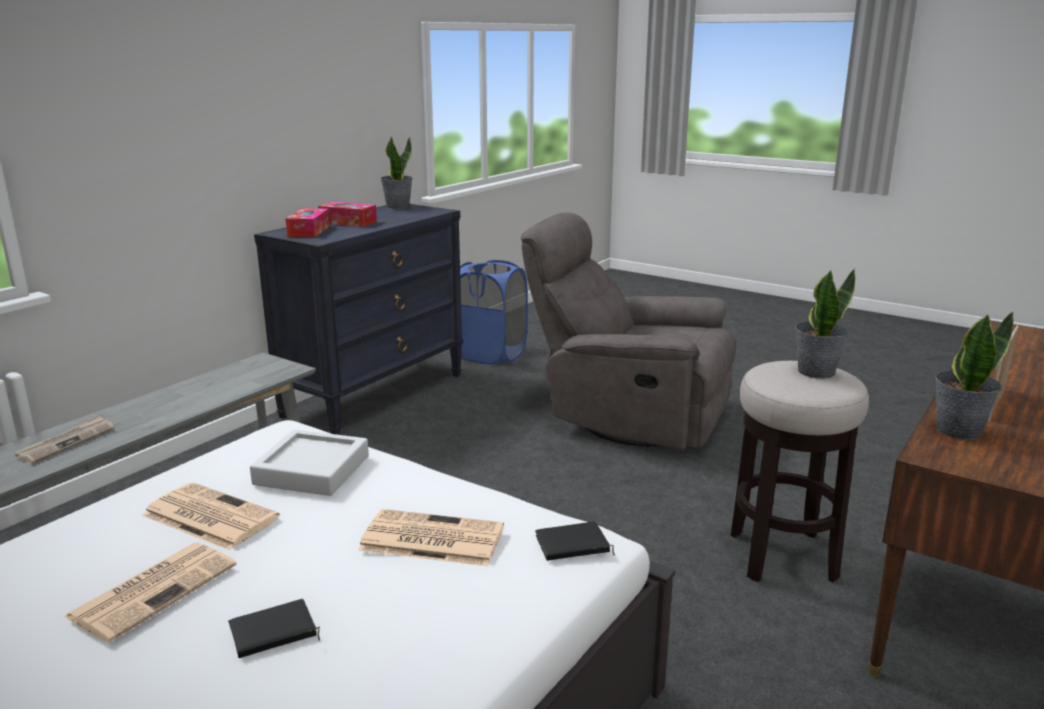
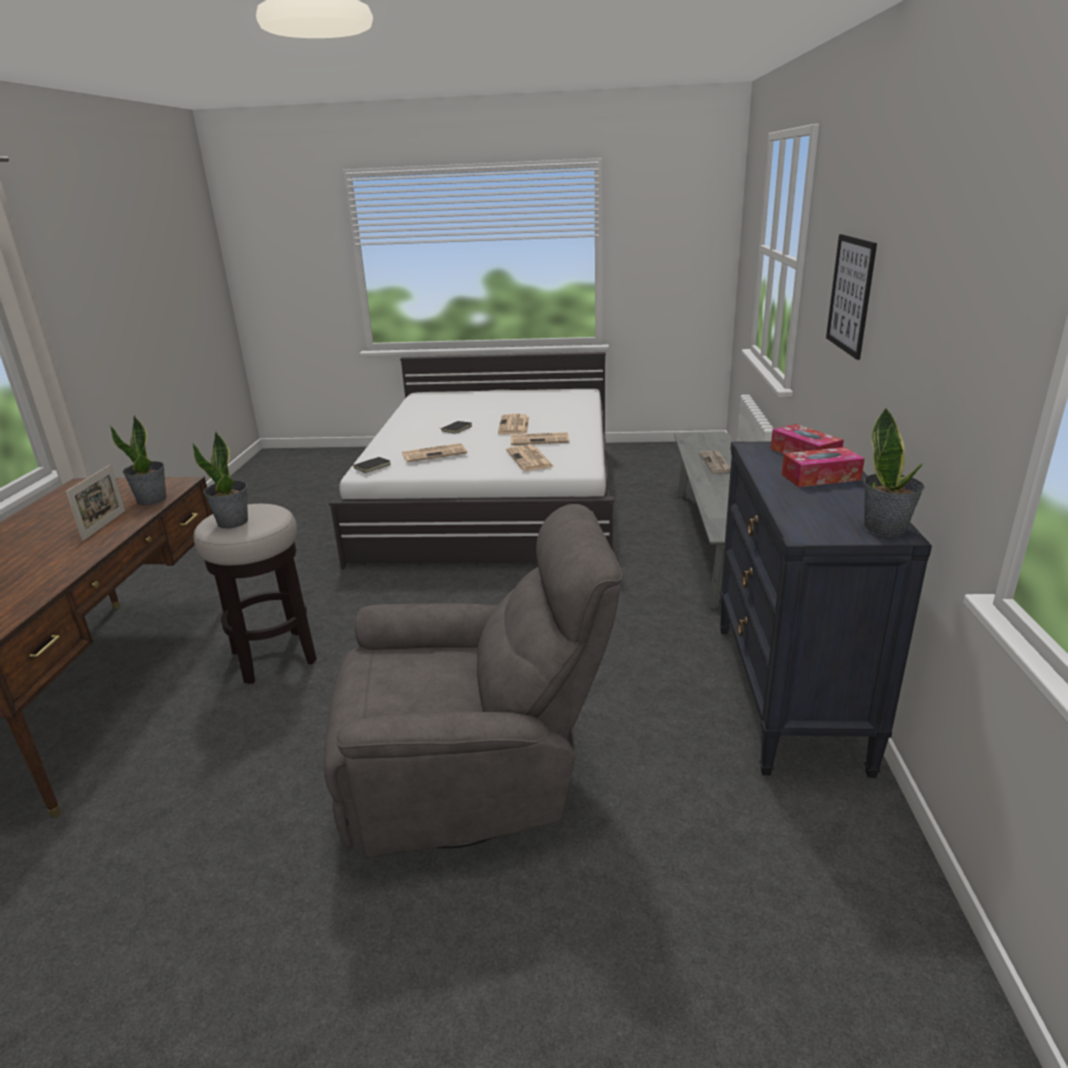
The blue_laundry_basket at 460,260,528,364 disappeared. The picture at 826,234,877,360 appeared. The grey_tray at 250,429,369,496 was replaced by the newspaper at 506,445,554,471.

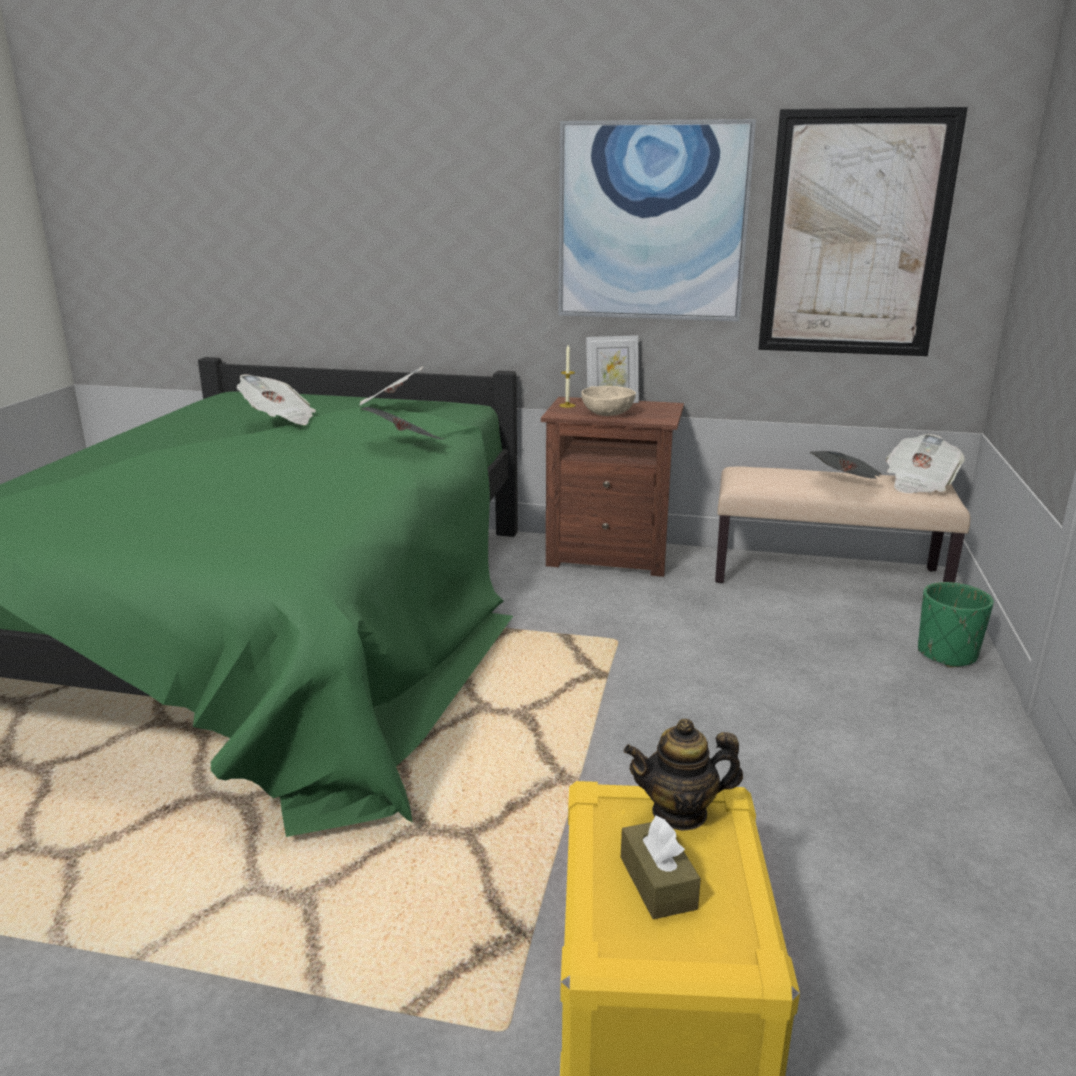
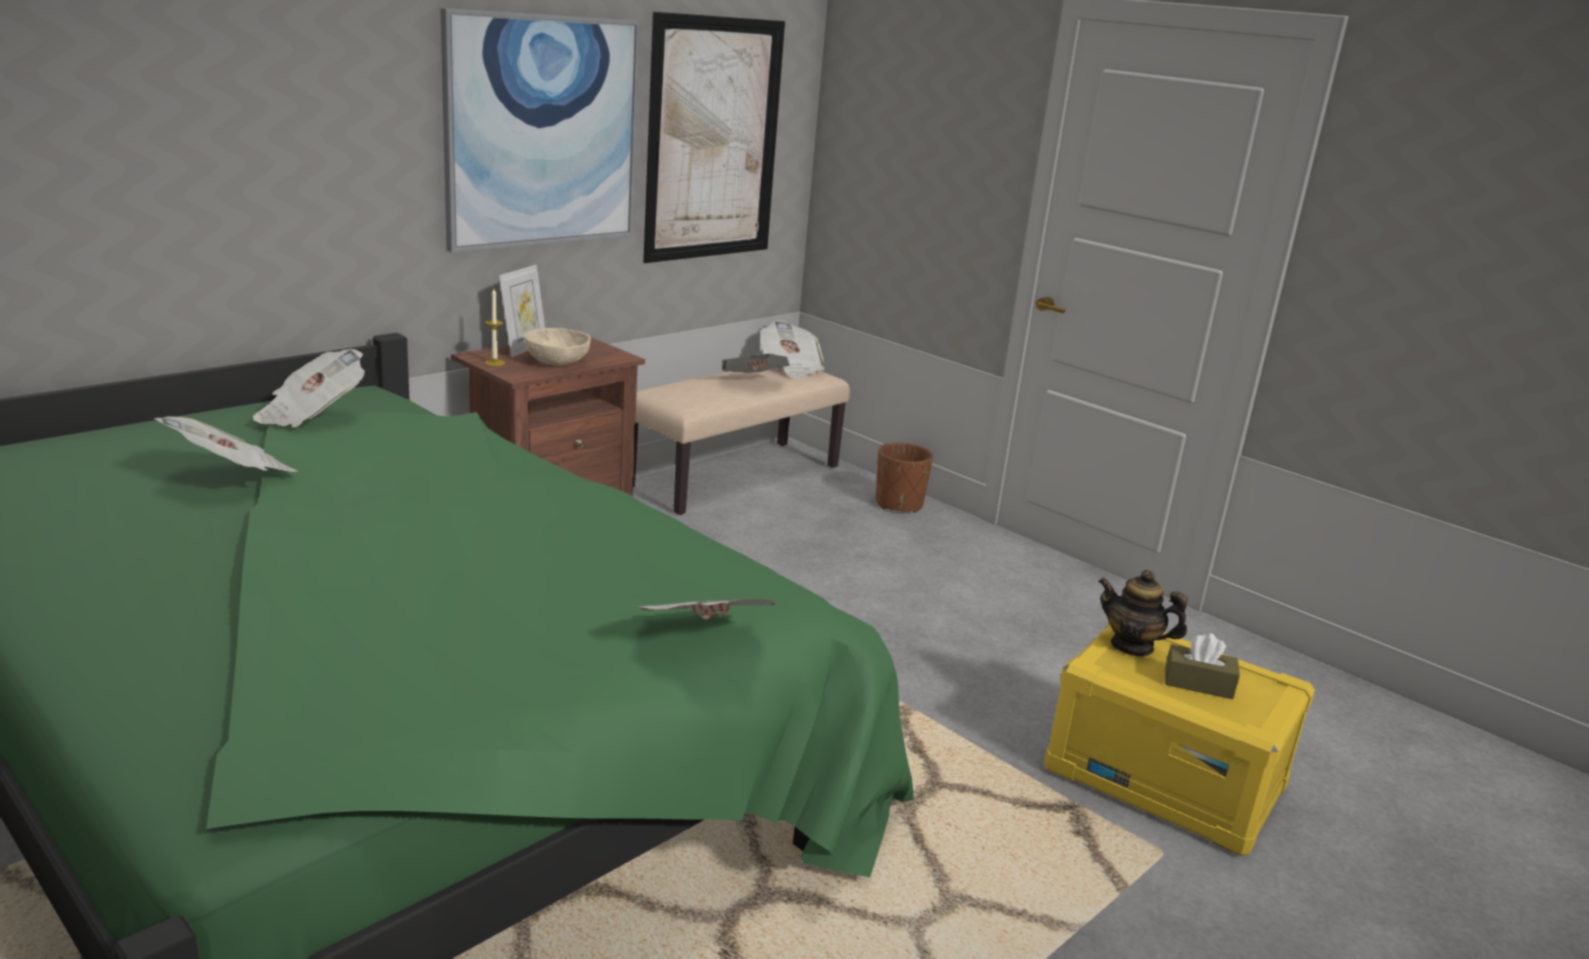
The newspaper moved from 360,407,443,439 to 639,599,776,620. The green_planter at 918,582,994,667 became the brown_planter at 876,442,933,513. The teapot at 624,719,743,831 turned 90 degrees clockwise.

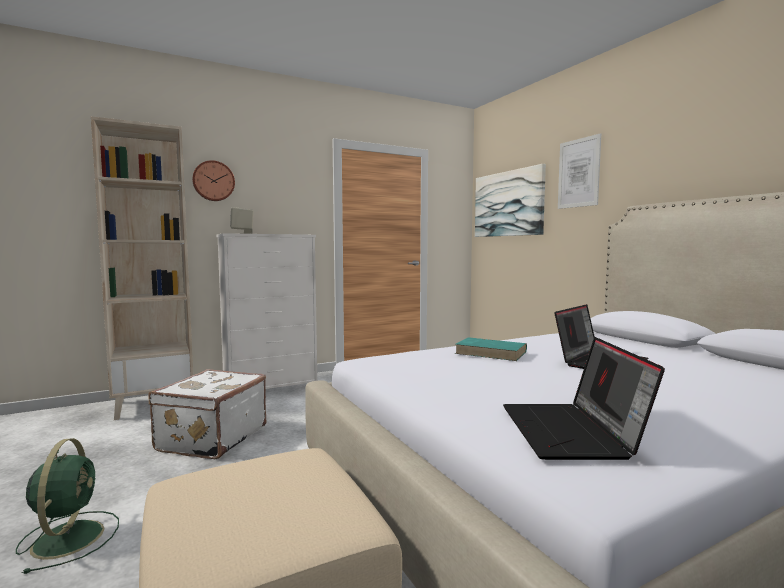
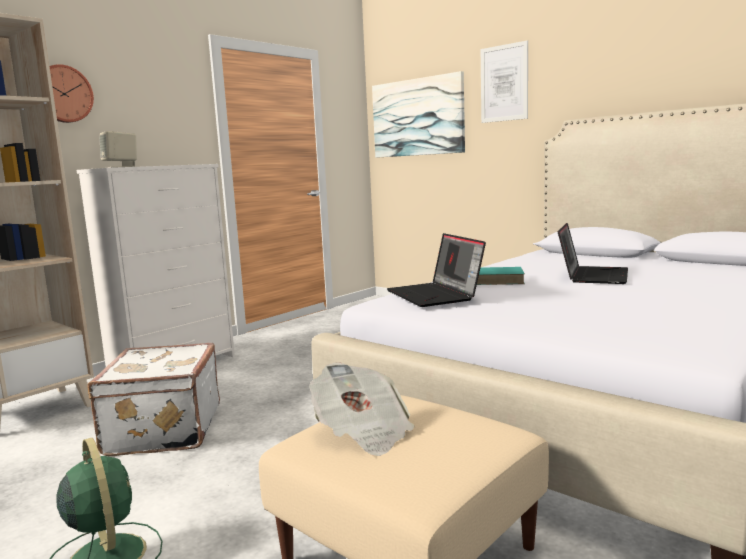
The newspaper at 309,362,415,456 appeared. The laptop moved from 503,337,665,460 to 387,233,486,307.

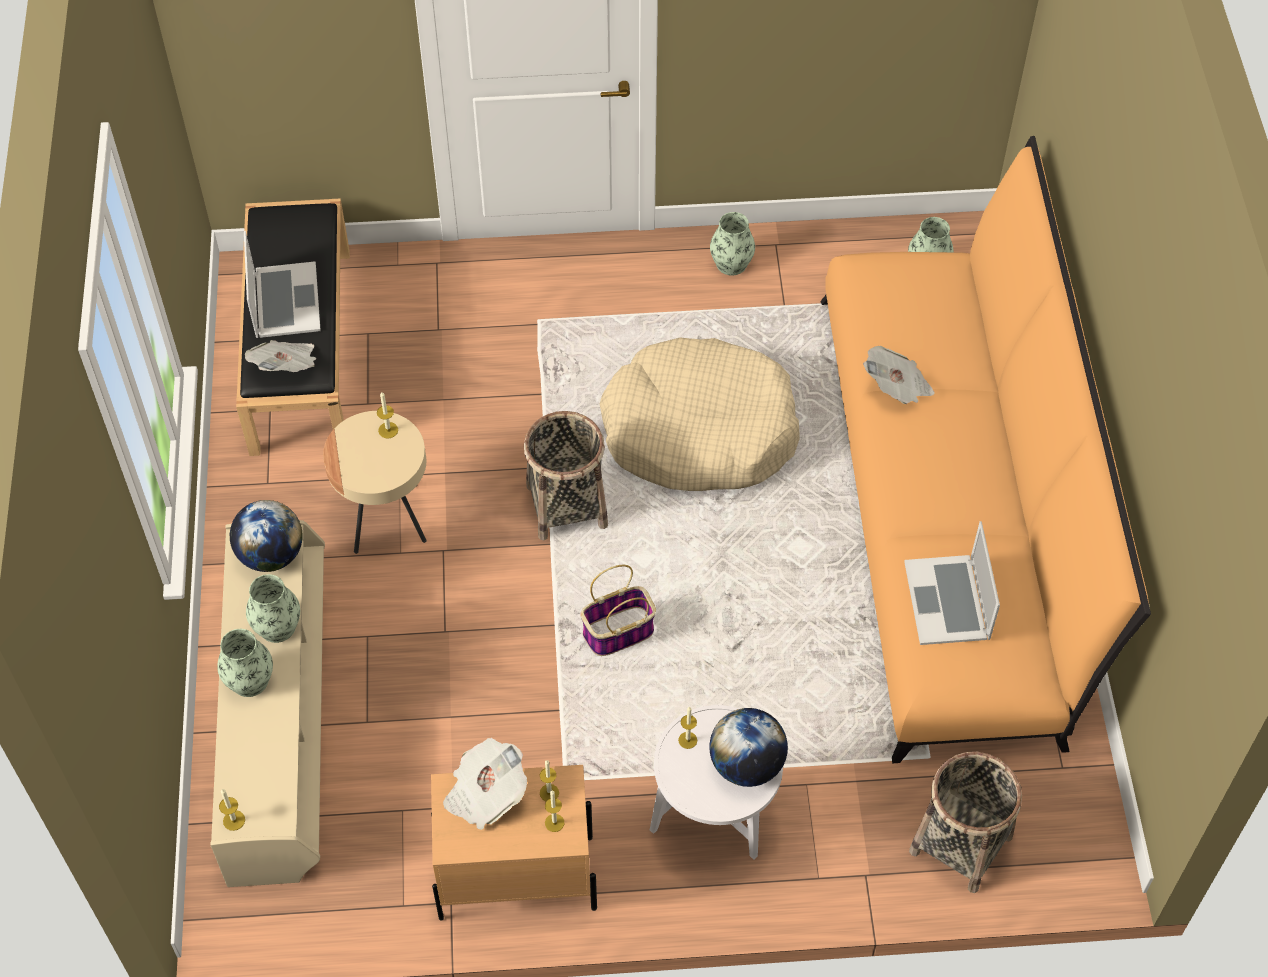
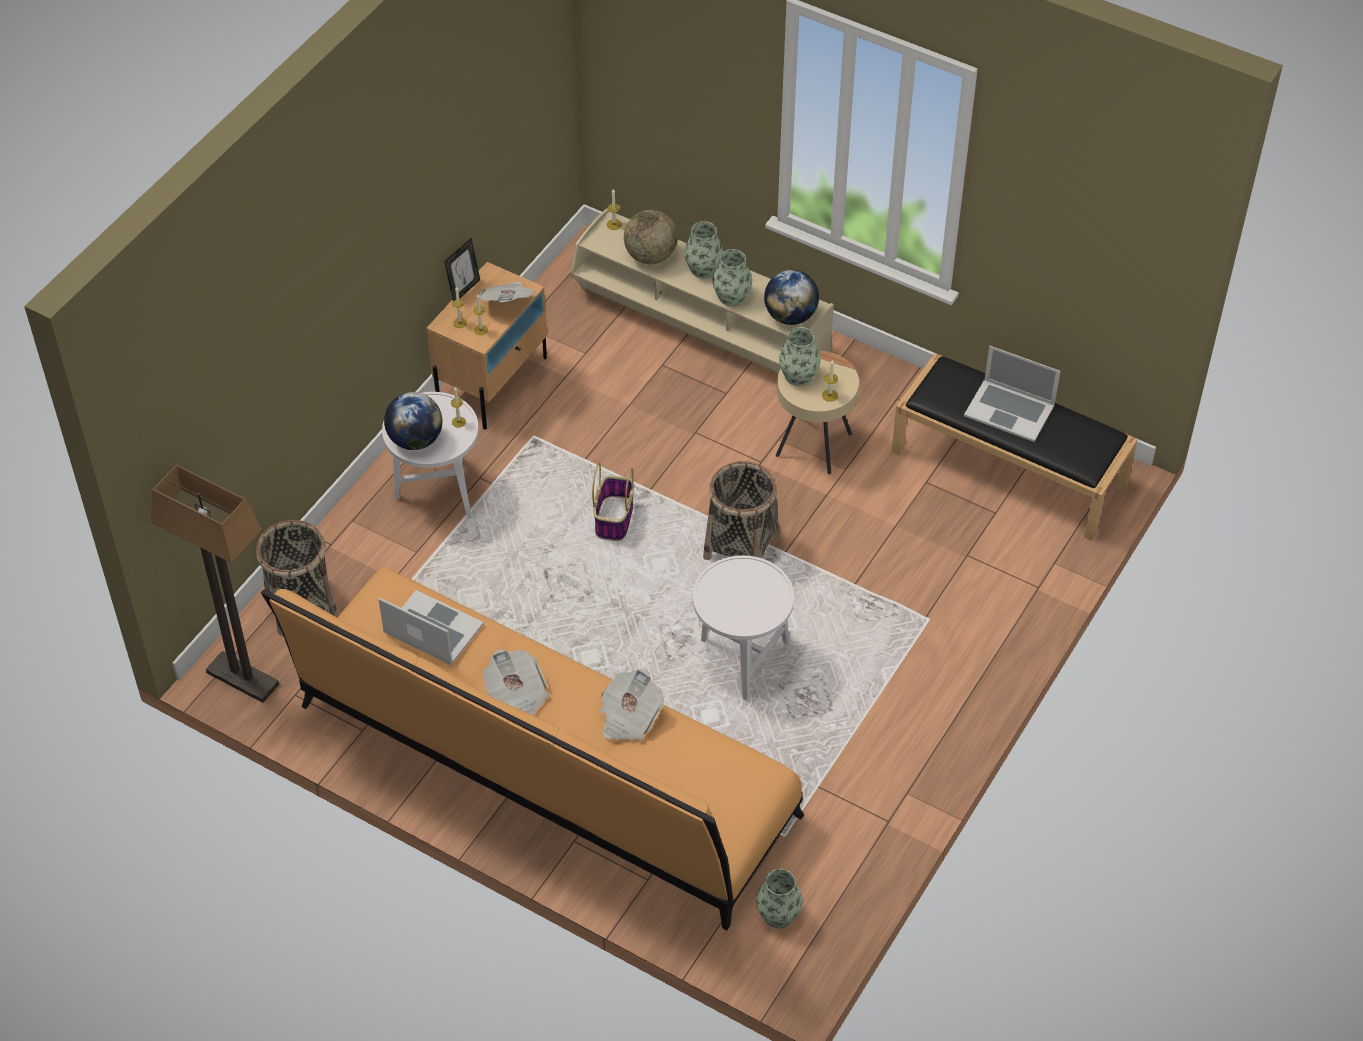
The floor_lamp at 151,465,279,703 appeared. The picture_frame at 444,238,480,301 appeared. The globe at 624,210,678,264 appeared. The newspaper moved from 245,340,317,372 to 483,649,550,716. The vase moved from 710,212,755,276 to 779,327,821,386. The beige_dog_bed at 600,338,800,491 was replaced by the white_side_table at 693,555,794,701.

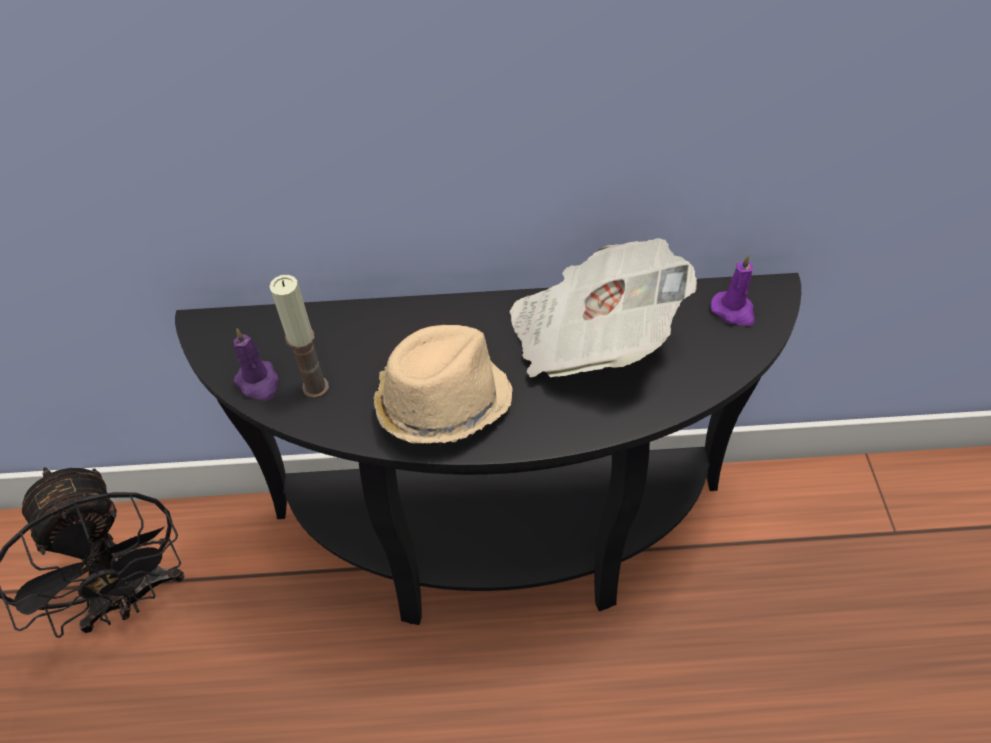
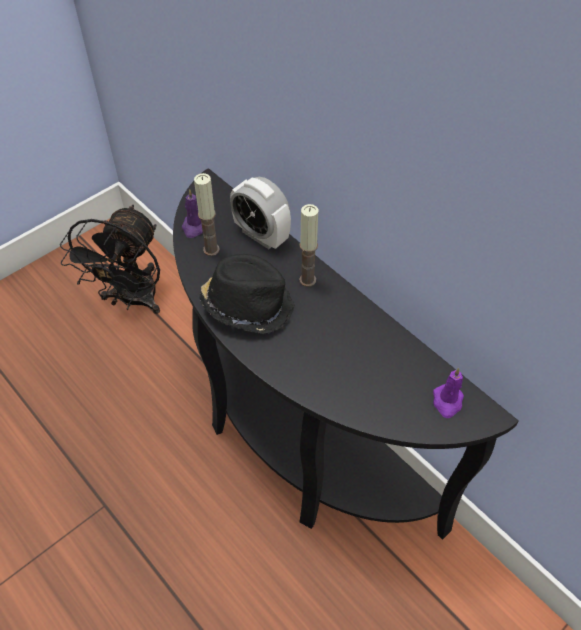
The newspaper at 510,238,697,377 disappeared. The alarm_clock at 230,177,291,249 appeared. The candle at 299,204,319,287 appeared. The beige_hat at 373,325,513,443 became the black_hat at 199,254,295,334.

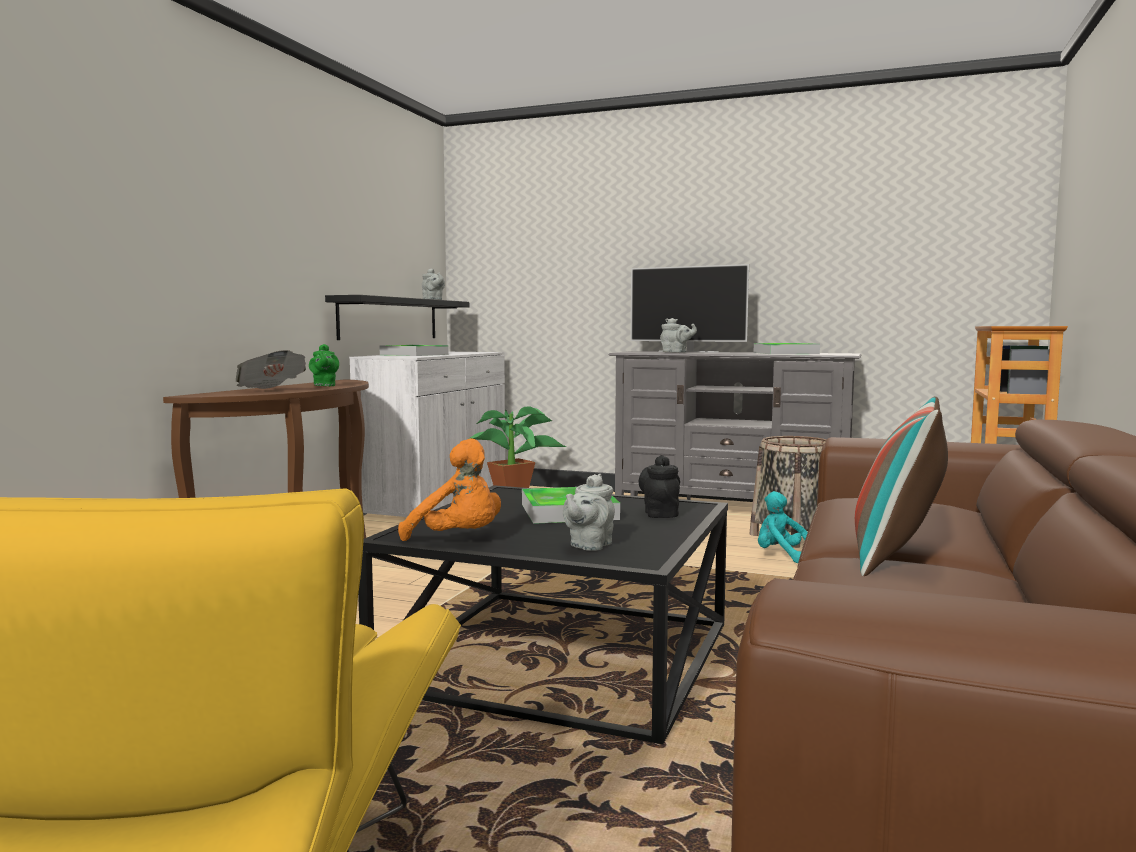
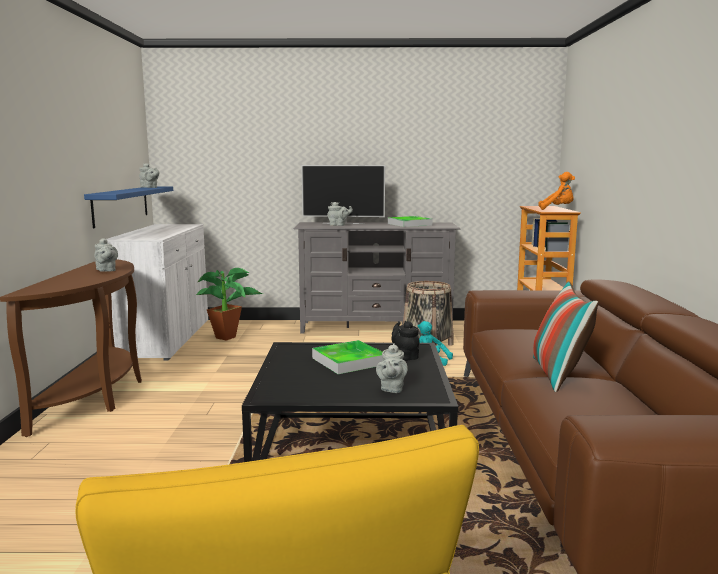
The newspaper at 236,350,306,389 disappeared. The tray at 379,345,449,356 disappeared. The orange_plush_toy moved from 398,439,501,541 to 538,172,575,210. The green_teapot at 309,344,339,386 became the grey_teapot at 94,238,118,272. The black_shelf at 325,295,469,340 became the blue_shelf at 84,187,173,228.

